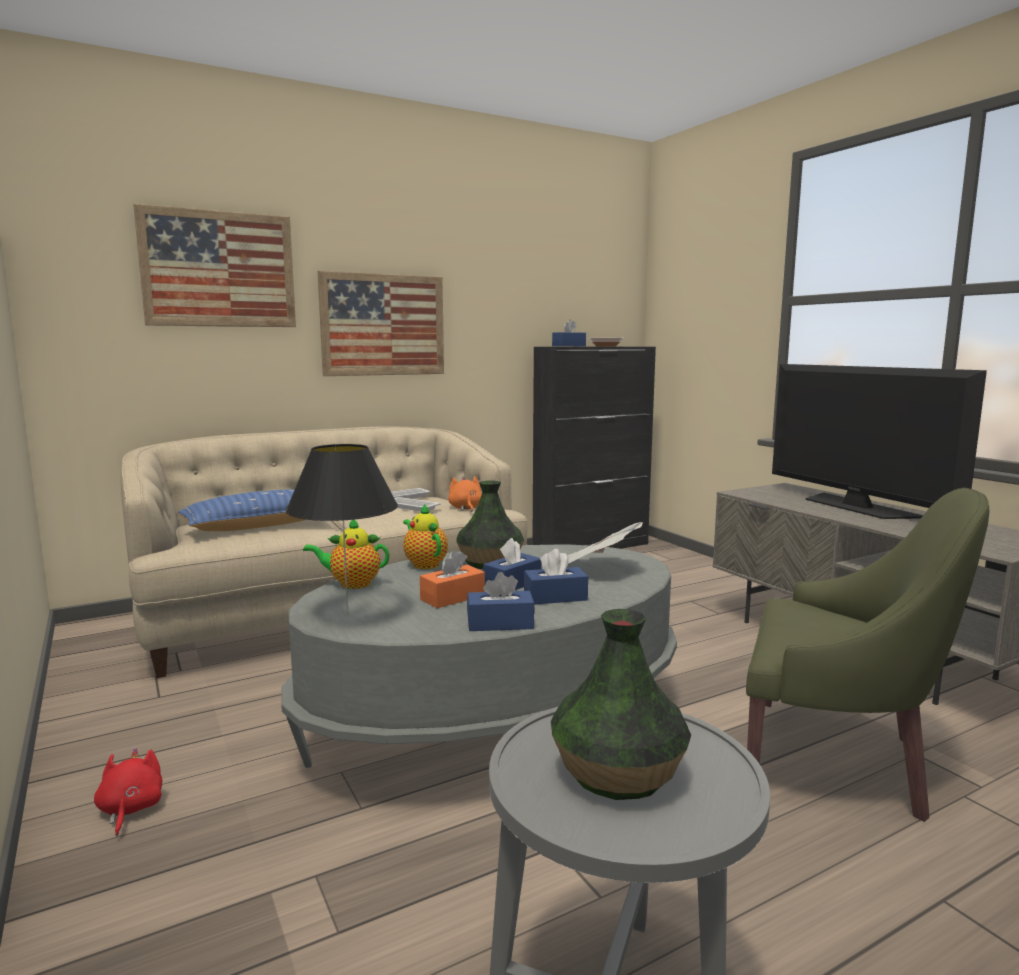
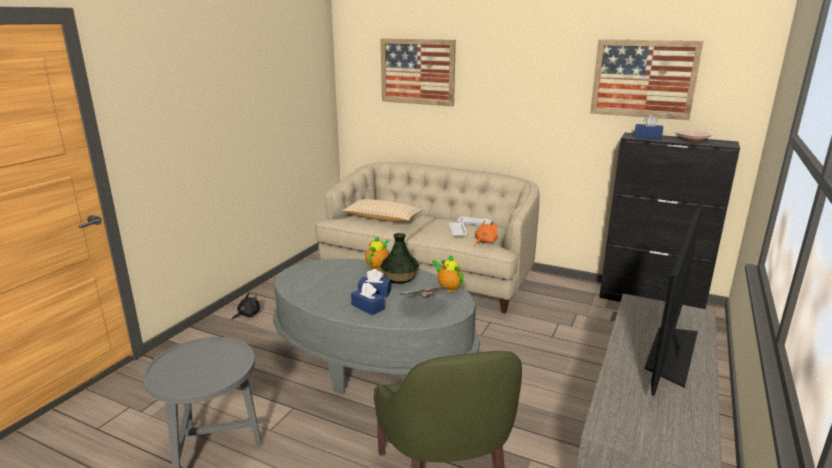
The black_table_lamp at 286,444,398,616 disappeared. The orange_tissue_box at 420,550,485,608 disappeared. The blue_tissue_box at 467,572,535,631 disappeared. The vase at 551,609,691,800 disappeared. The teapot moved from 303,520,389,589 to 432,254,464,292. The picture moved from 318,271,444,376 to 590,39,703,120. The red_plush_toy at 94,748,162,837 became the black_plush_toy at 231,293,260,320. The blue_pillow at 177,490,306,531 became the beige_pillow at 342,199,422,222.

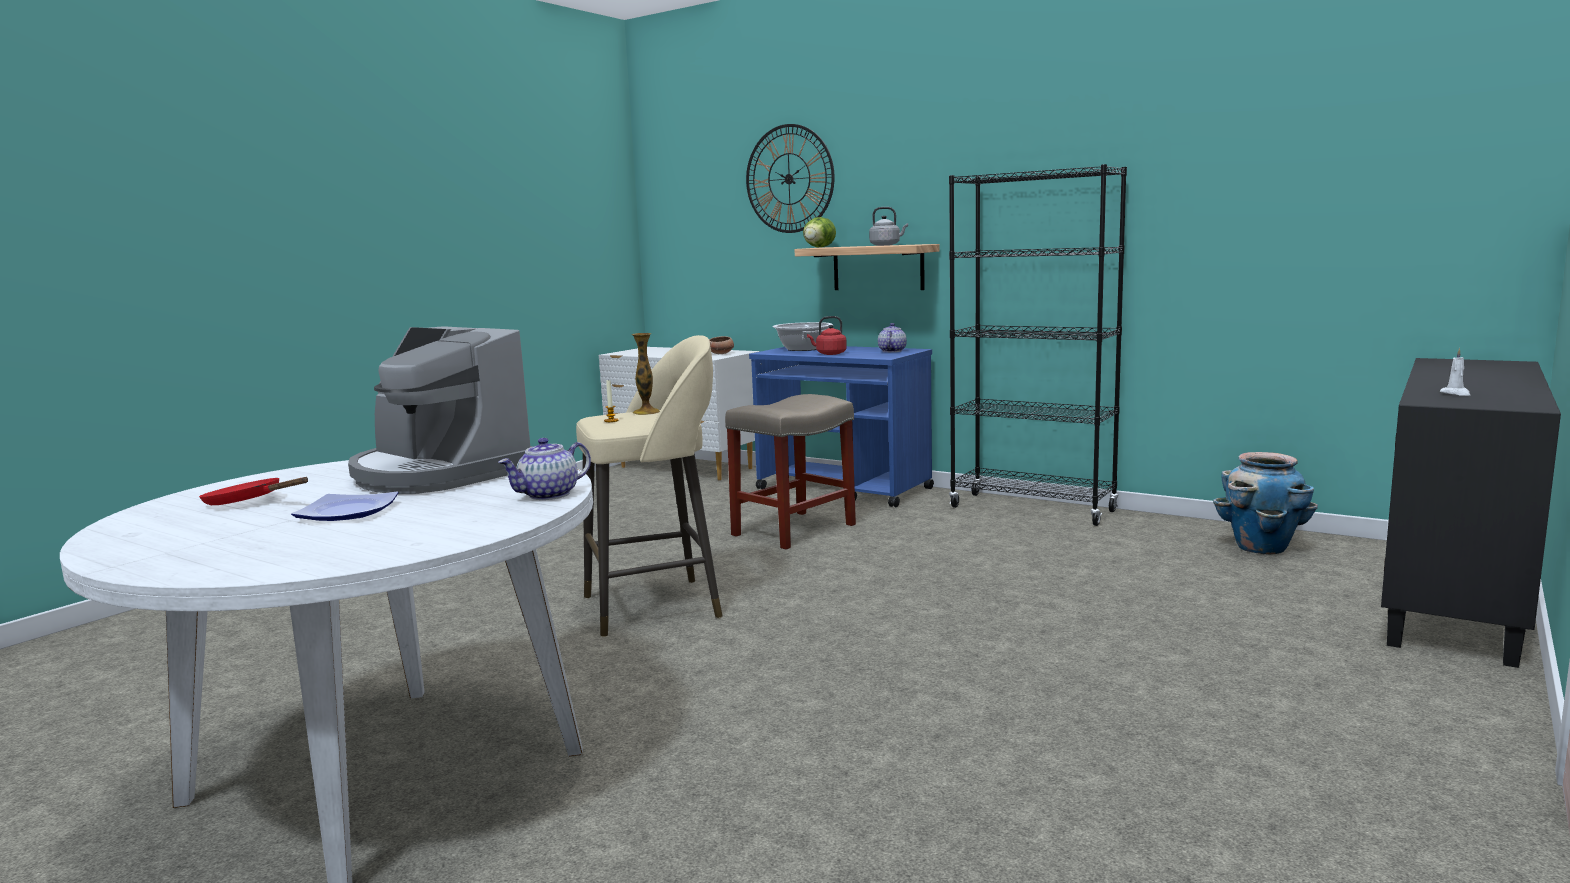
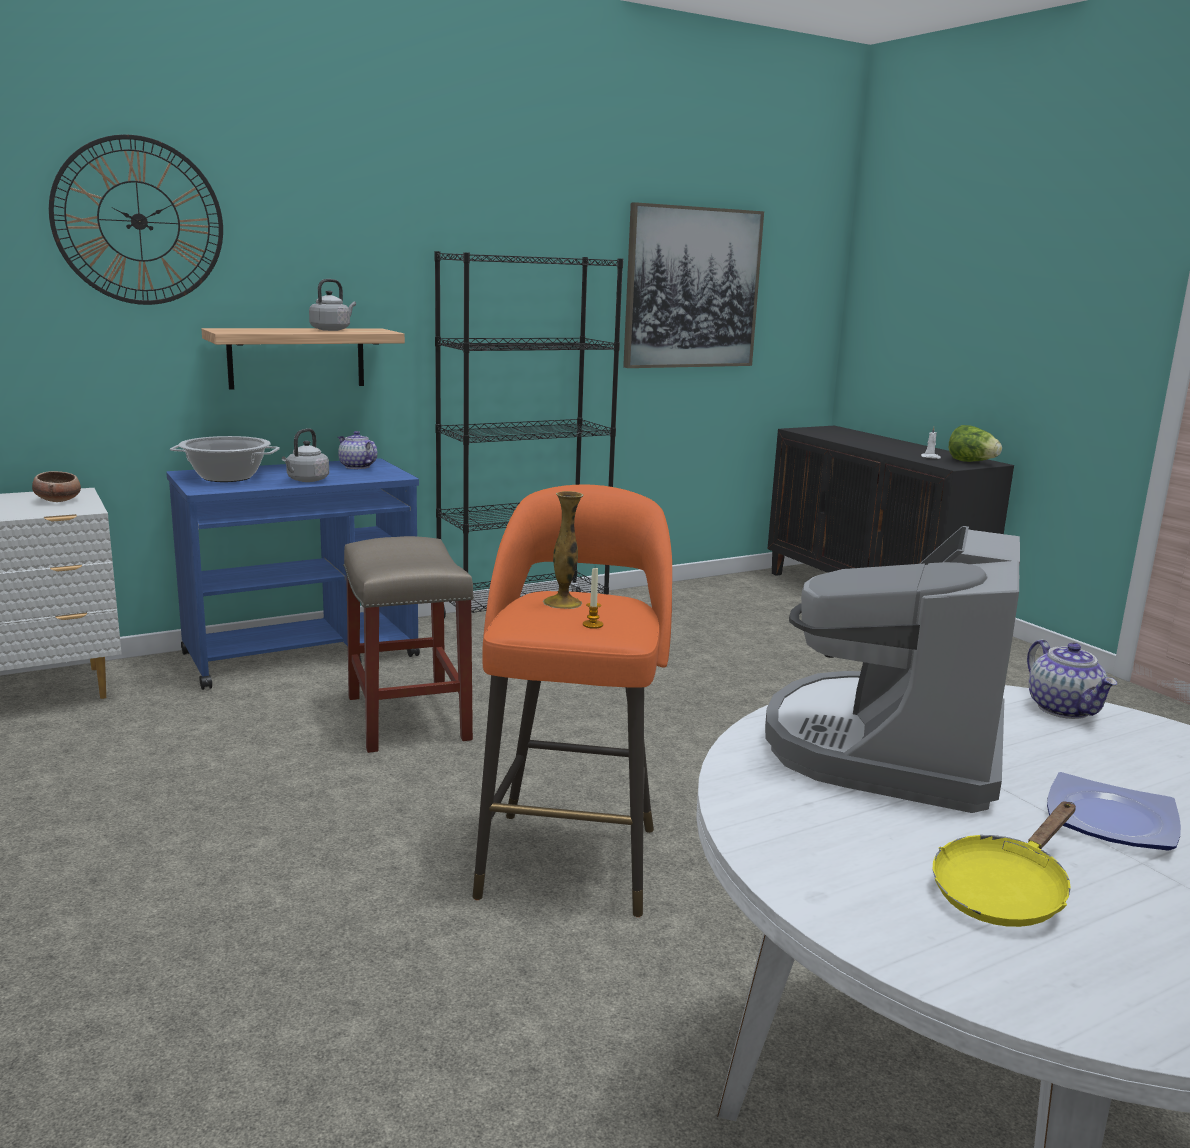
The planter at 1213,452,1318,554 disappeared. The picture at 623,202,764,368 appeared. The lettuce moved from 803,217,836,248 to 949,425,1002,462. The red_frying_pan at 199,477,308,505 became the yellow_frying_pan at 932,801,1076,927. The beige_stool at 576,335,723,637 became the orange_stool at 473,484,672,917. The red_kettle at 807,316,847,355 became the grey_kettle at 282,428,329,482. The coffee_machine at 348,326,533,494 turned 135 degrees clockwise.

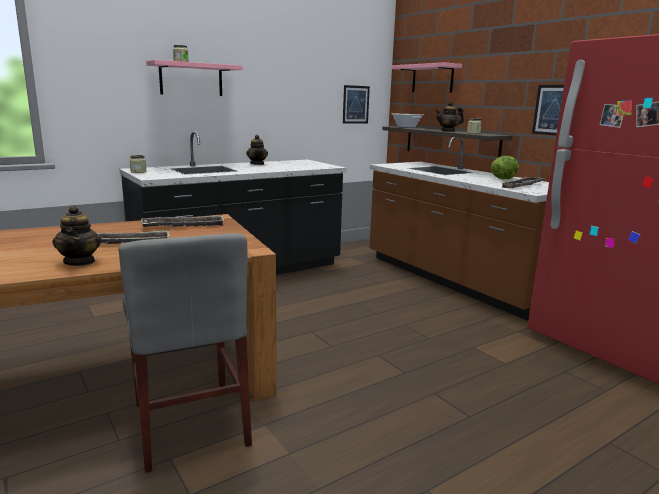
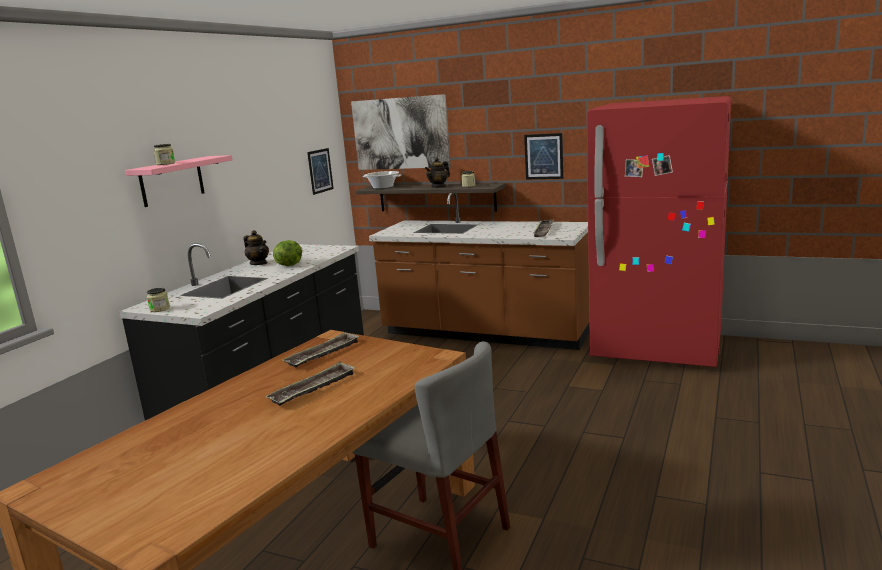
The teapot at 52,205,101,266 disappeared. The lettuce moved from 491,156,519,179 to 273,240,303,266. The pink_shelf at 391,62,462,93 was replaced by the picture at 351,94,451,170.

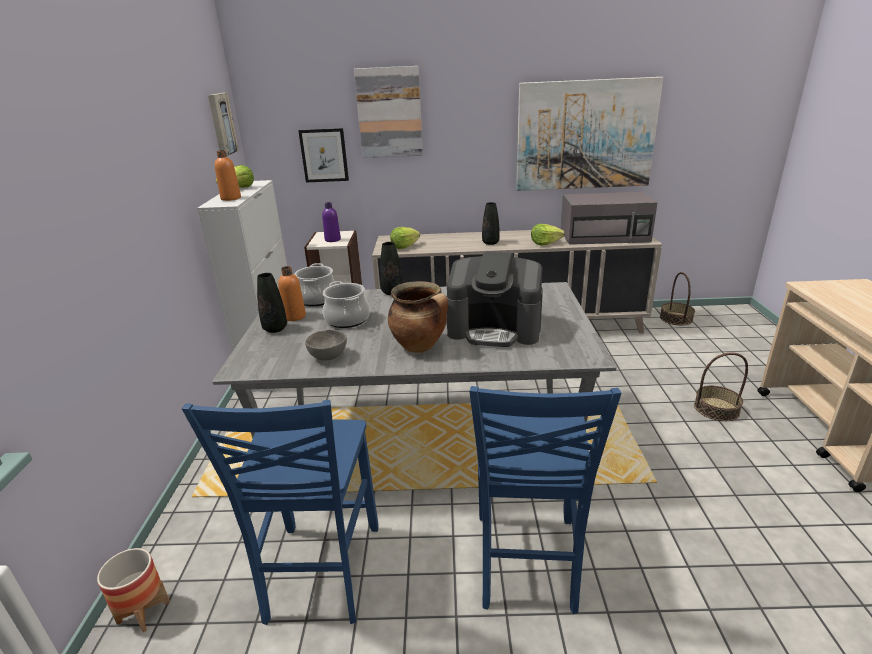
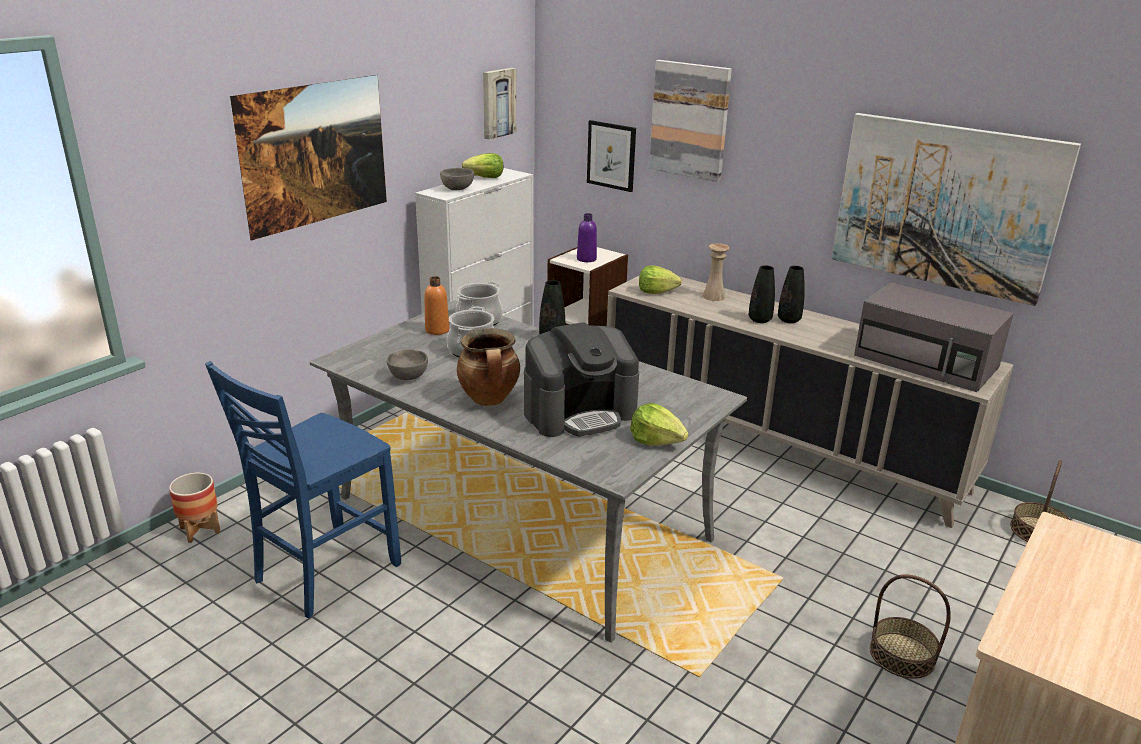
The blue_chair at 469,386,621,614 disappeared. The picture at 230,75,387,240 appeared. The beige_vase at 703,243,729,301 appeared. The black_vase moved from 257,273,287,333 to 778,266,805,323. The lettuce moved from 531,224,565,245 to 630,403,689,445. The orange_bottle at 215,150,241,201 was replaced by the grey_bowl at 440,168,474,190. The coffee_machine at 446,252,543,347 turned 75 degrees counterclockwise.

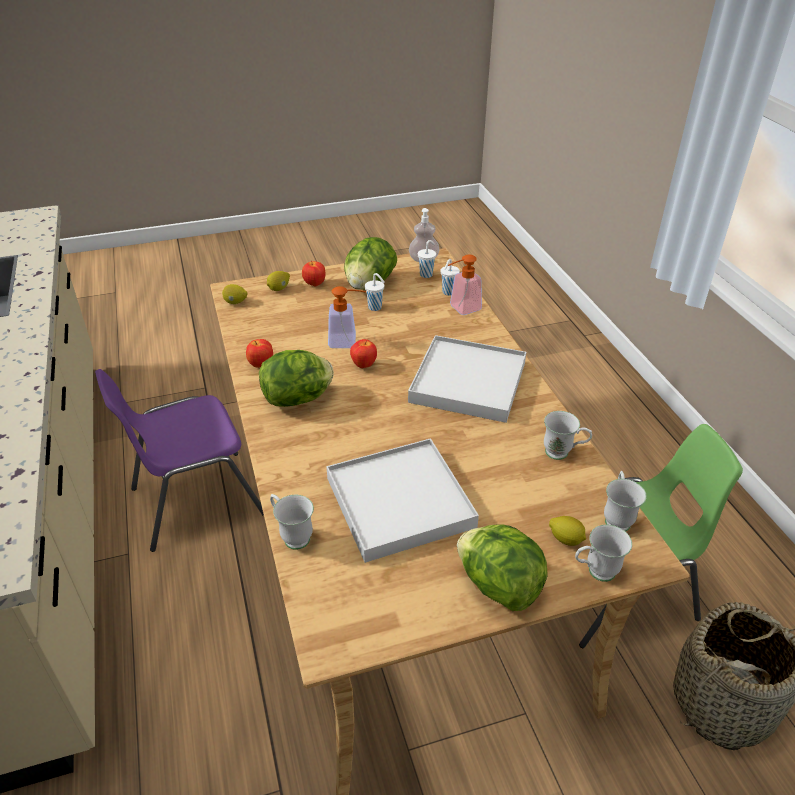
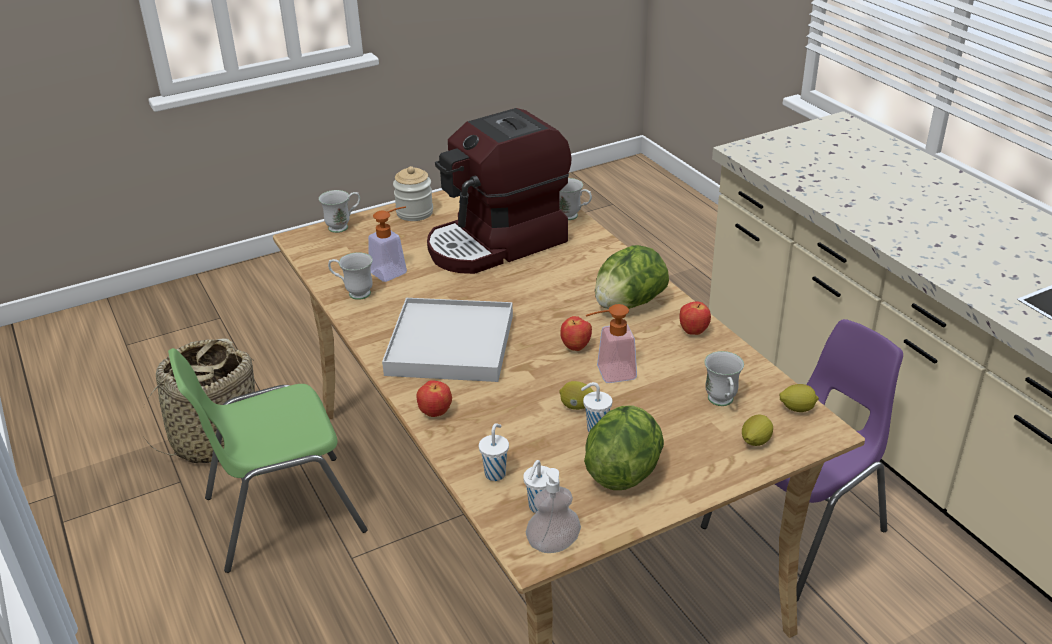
The apple moved from 302,261,325,287 to 417,381,452,417. The soap_dispenser moved from 448,254,482,315 to 368,206,407,282. The lemon moved from 549,516,586,546 to 559,381,594,410. The white_mug moved from 604,471,647,532 to 704,351,744,406. The white_tray at 326,438,479,563 was replaced by the coffee_machine at 427,108,572,274. The lettuce at 457,525,547,611 was replaced by the jar at 393,166,433,221.

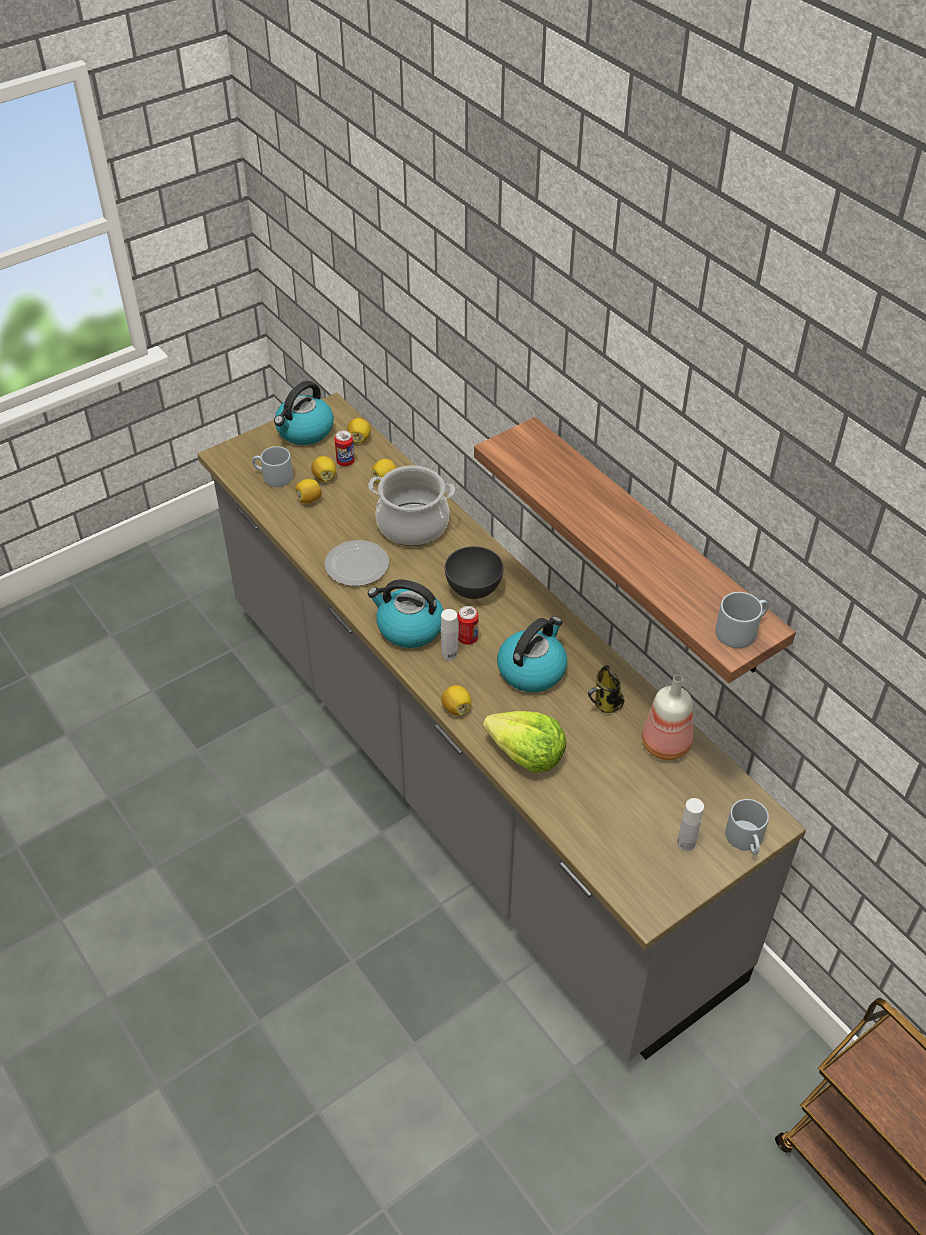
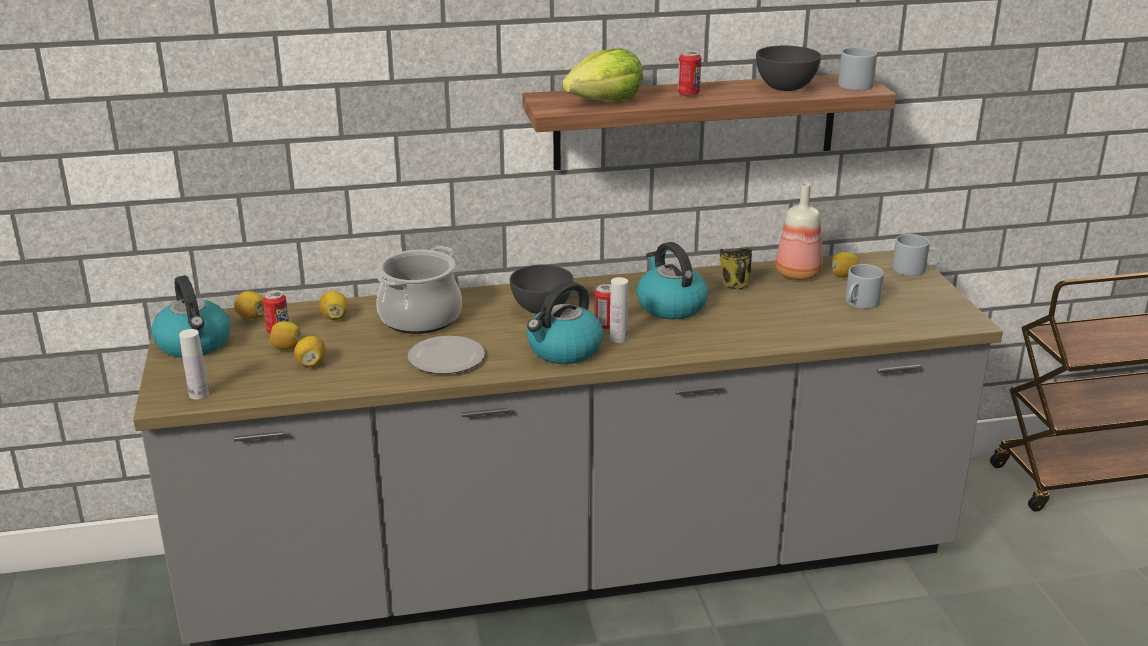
The can at 678,51,702,97 appeared. The grey_bowl at 756,46,821,91 appeared. The grey_mug moved from 252,446,293,487 to 845,264,884,309. The lemon moved from 441,685,471,715 to 832,252,859,278. The lettuce moved from 483,711,566,773 to 563,48,643,101. The white_bottle moved from 677,798,704,851 to 179,329,209,400.

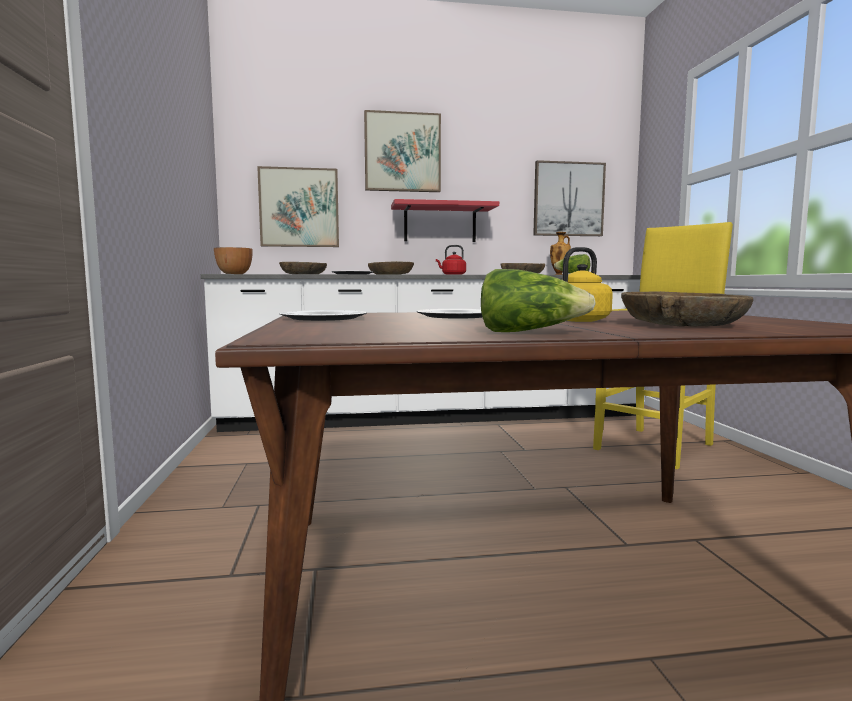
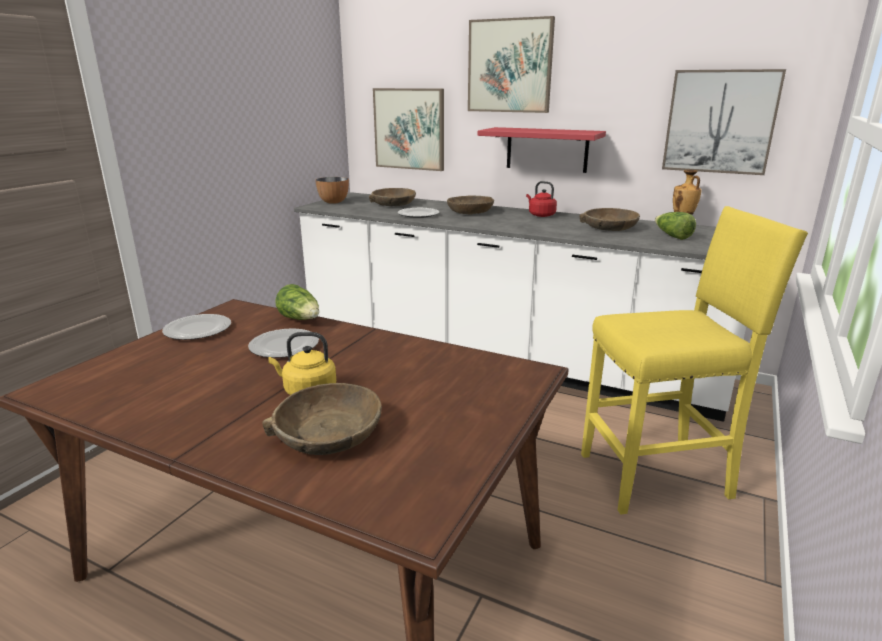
The lettuce moved from 481,269,596,332 to 275,284,319,320.

